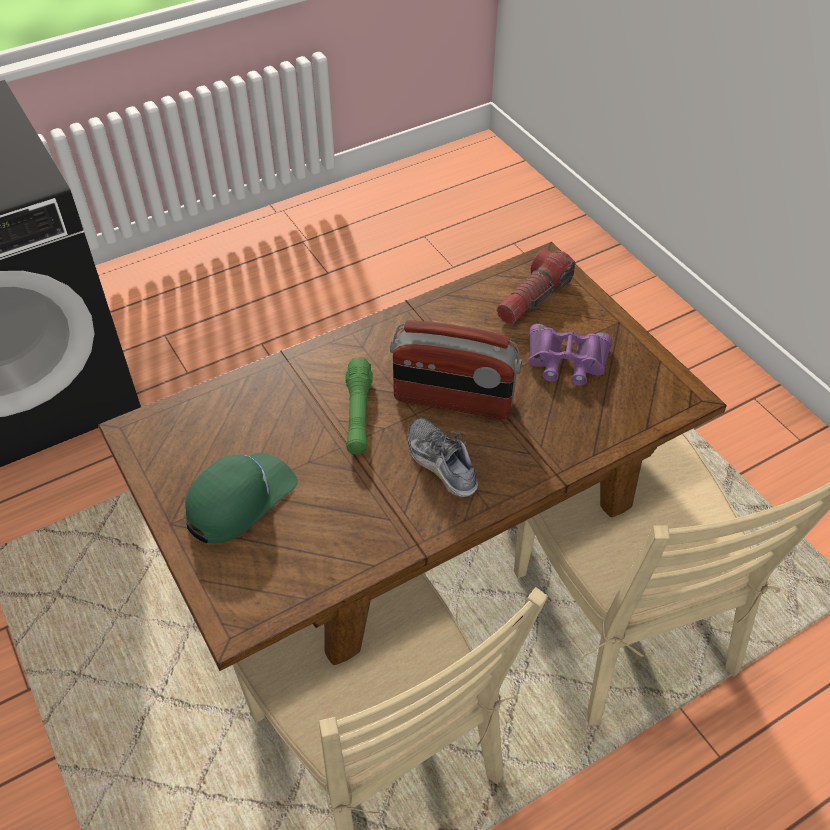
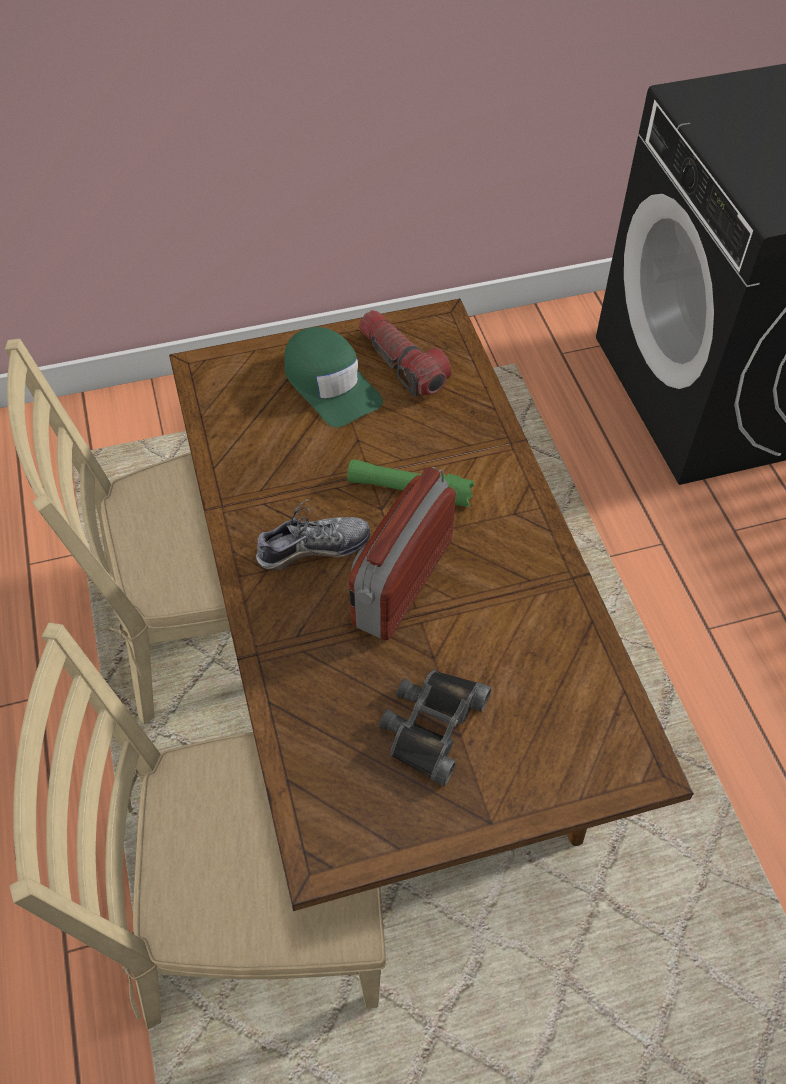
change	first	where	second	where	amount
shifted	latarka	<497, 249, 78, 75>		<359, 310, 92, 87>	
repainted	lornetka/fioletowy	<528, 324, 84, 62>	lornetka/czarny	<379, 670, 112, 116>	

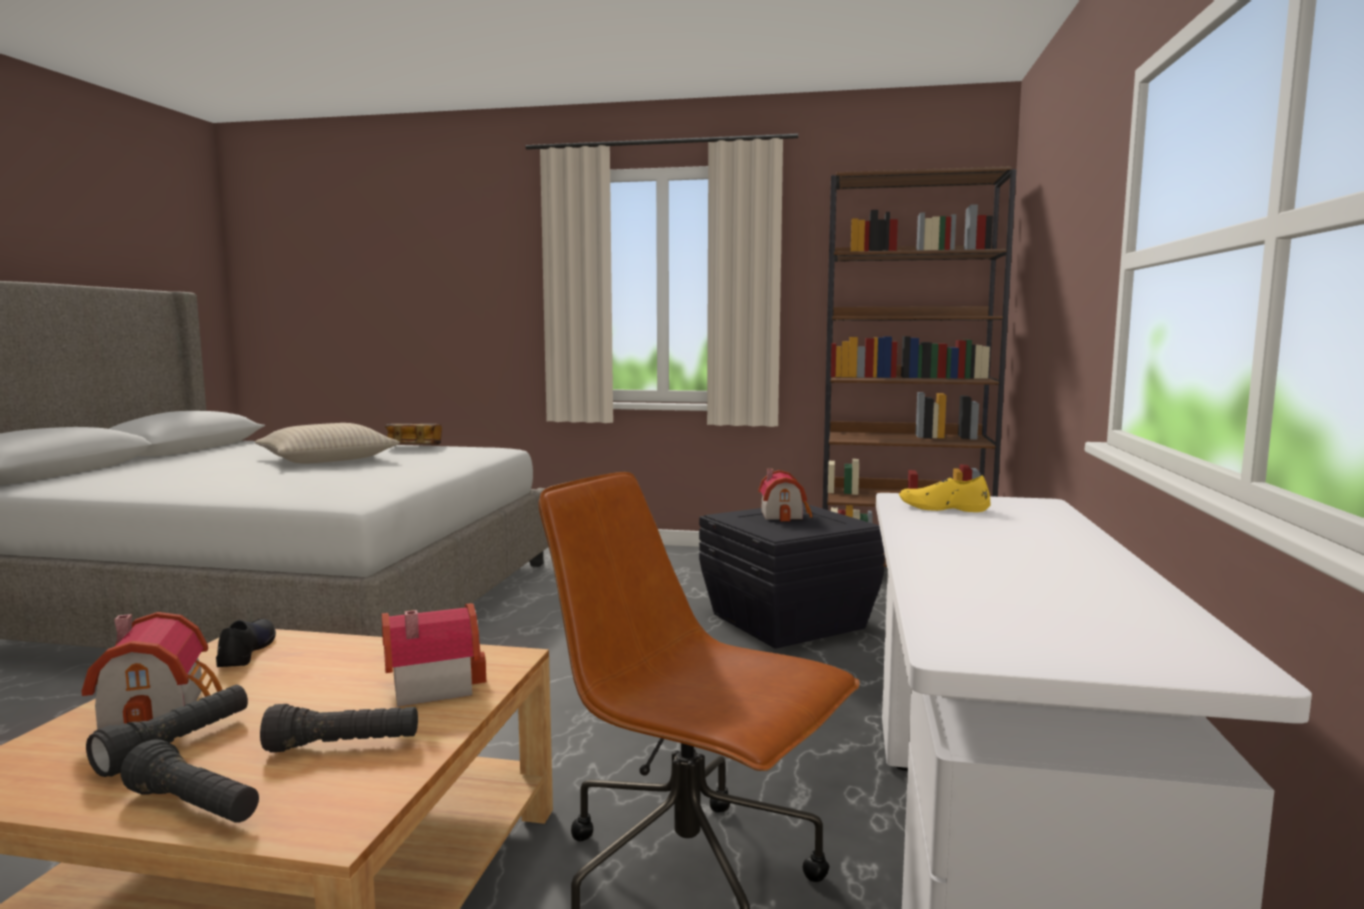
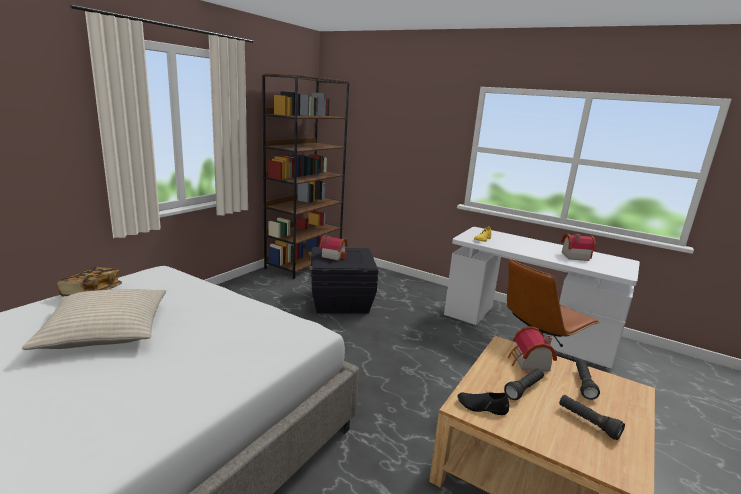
change	first	where	second	where	amount
shifted	domek	<82, 612, 140, 118>		<561, 234, 35, 27>	
shifted	latarka/czarny	<120, 739, 139, 84>		<504, 369, 40, 31>	

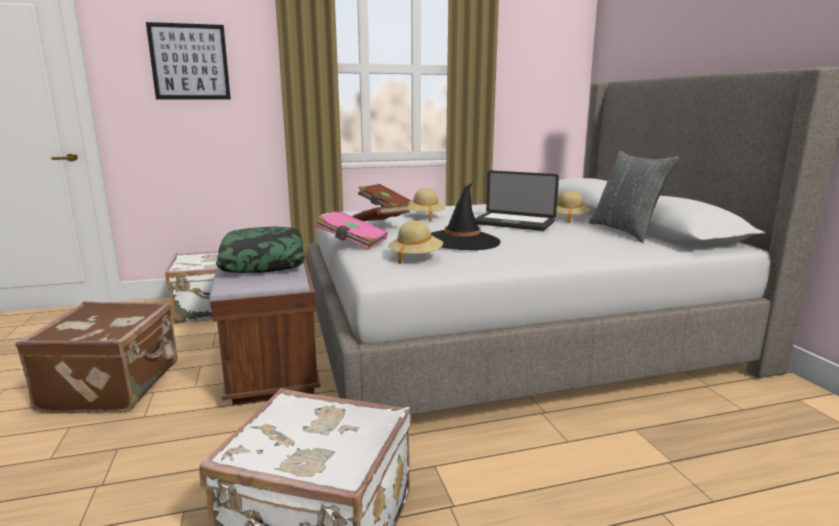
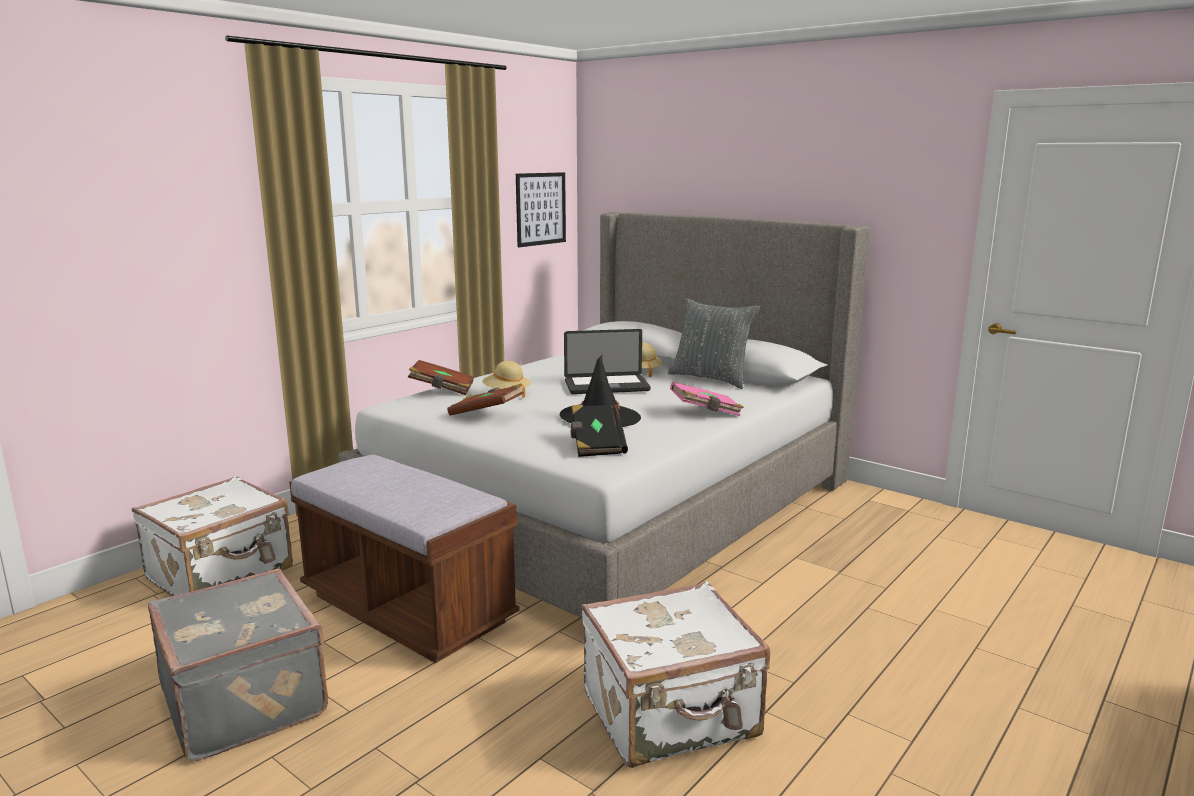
change	first	where	second	where	amount
gone	poduszka	<216, 227, 89, 46>			
shifted	obraz	<146, 22, 85, 78>		<516, 172, 50, 75>	
shifted	książka/różowy	<315, 211, 73, 39>		<670, 382, 74, 34>	
swapped	kapelusz/beżowy	<388, 221, 55, 44>	książka/czarny	<571, 405, 57, 52>	
repainted	walizka/brązowy	<15, 301, 163, 112>	walizka/szary	<148, 569, 180, 193>	

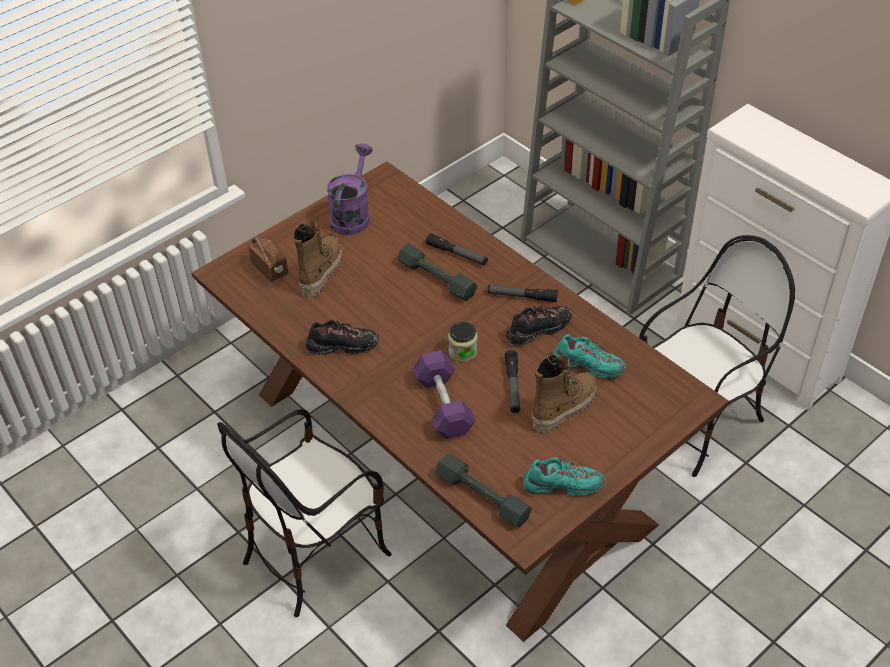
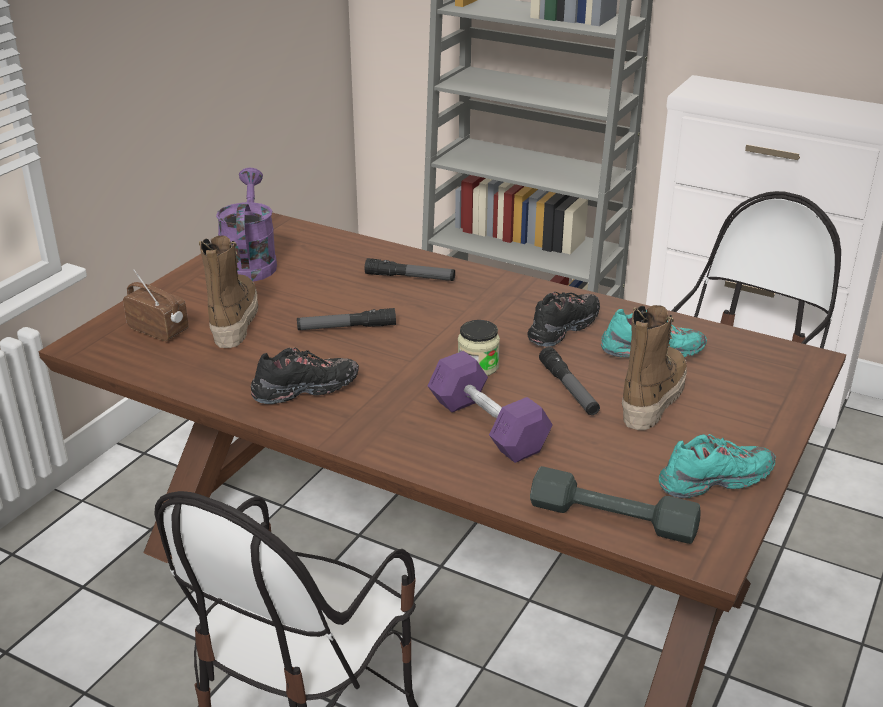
change	first	where	second	where	amount
gone	hantel/szary	<397, 243, 80, 58>			
shifted	latarka	<487, 285, 71, 17>		<297, 308, 99, 22>	

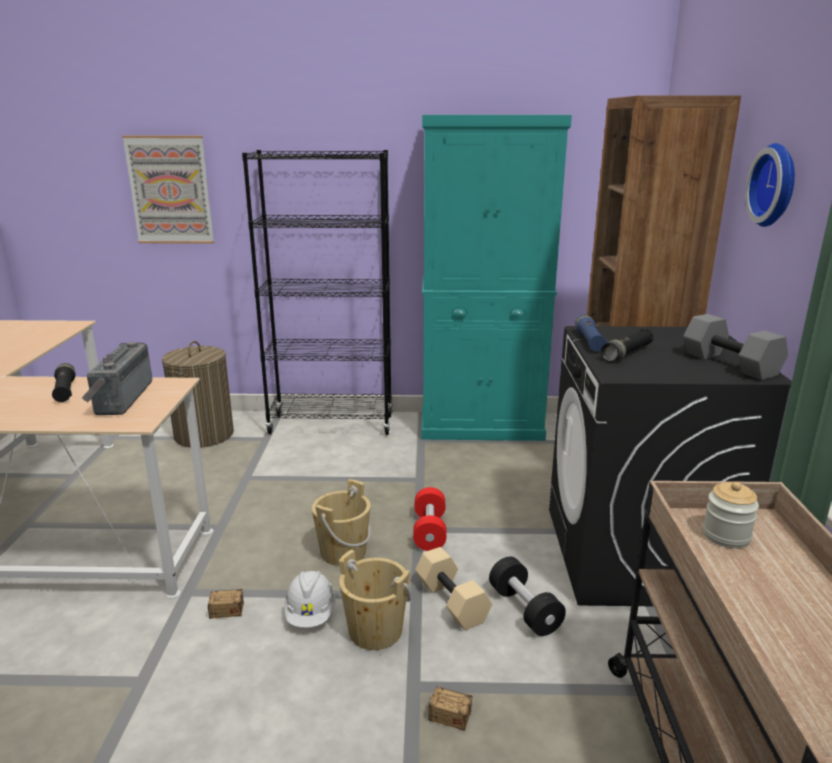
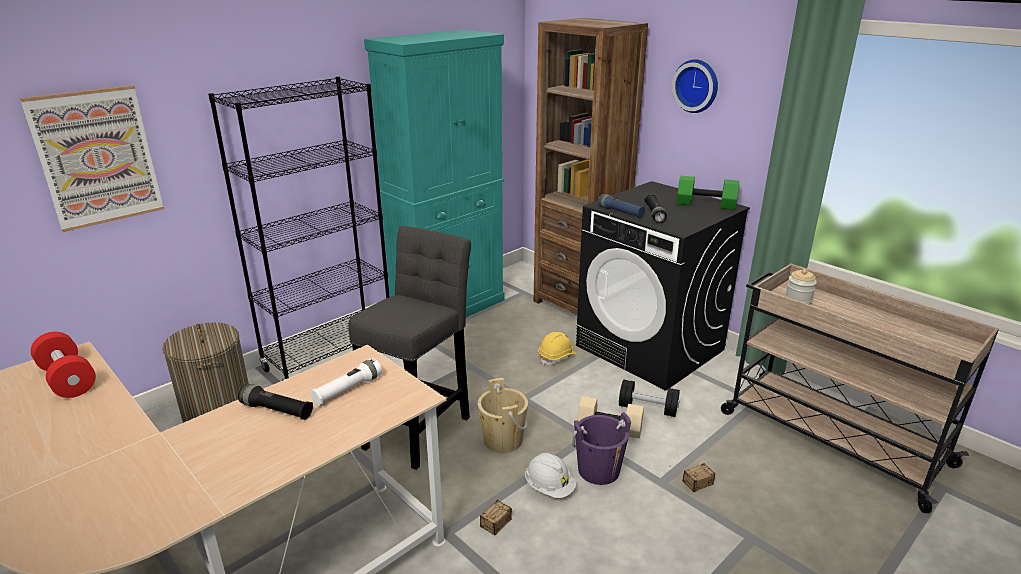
change	first	where	second	where	amount
new			stołek/szary	<348, 226, 123, 244>	
new			kask/żółty	<538, 332, 39, 34>	
shifted	hantel/czerwony	<413, 487, 34, 64>		<31, 332, 65, 66>	
swapped	radio	<82, 342, 70, 73>	latarka/biały	<310, 358, 72, 48>	
repainted	wiadro/beżowy	<339, 549, 72, 101>	wiadro/fioletowy	<572, 412, 59, 73>	
repainted	hantel/szary	<683, 314, 105, 66>	hantel/zielony	<677, 176, 62, 34>	

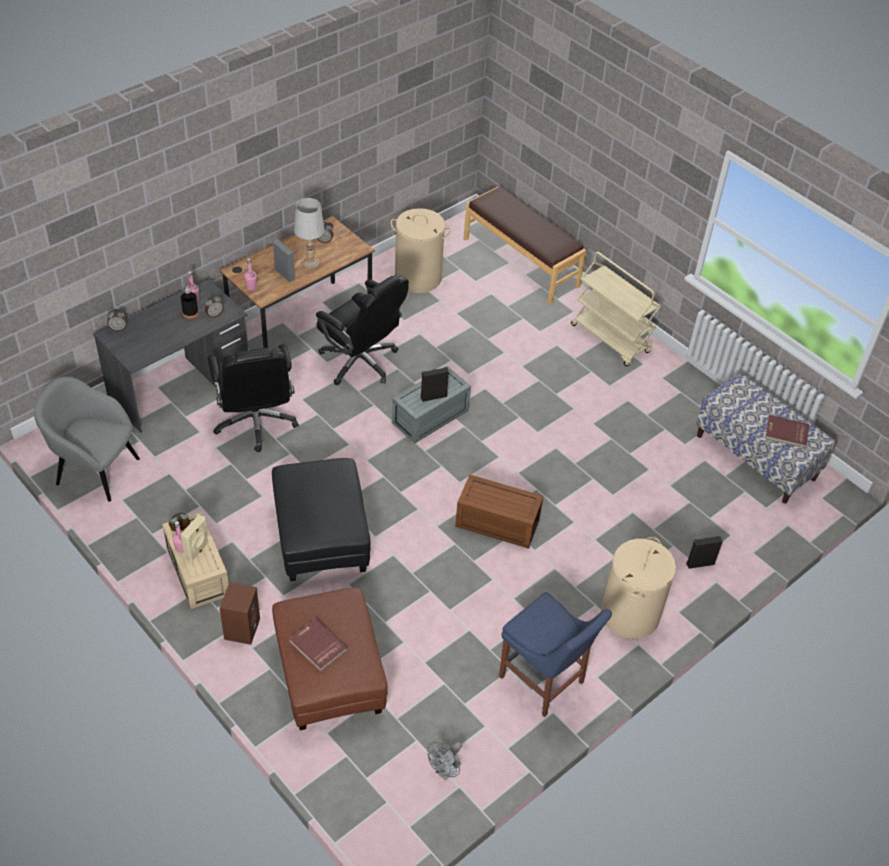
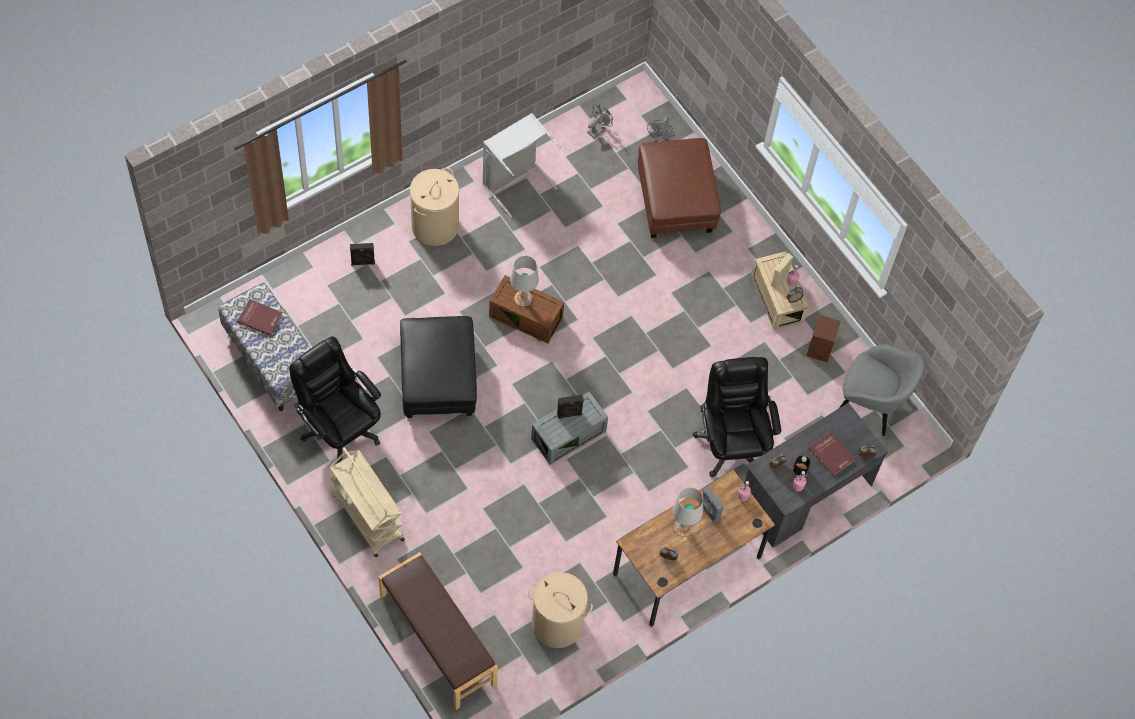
change	first	where	second	where	amount
new			lampa stołowa/biały	<510, 255, 29, 52>	
new			wentylator/szary	<647, 117, 28, 25>	
shifted	głośnik/brązowy	<220, 582, 40, 63>		<806, 315, 35, 47>	
shifted	pufa/czarny	<272, 458, 99, 123>		<400, 316, 77, 102>	
shifted	książka/czerwony	<289, 618, 59, 54>		<809, 432, 46, 44>	
shifted	krzesło biurowe/czarny	<316, 274, 93, 111>		<289, 336, 92, 128>	
swapped	krzesło/niebieski	<499, 592, 113, 125>	kosz na pranie/szary	<483, 113, 78, 105>	

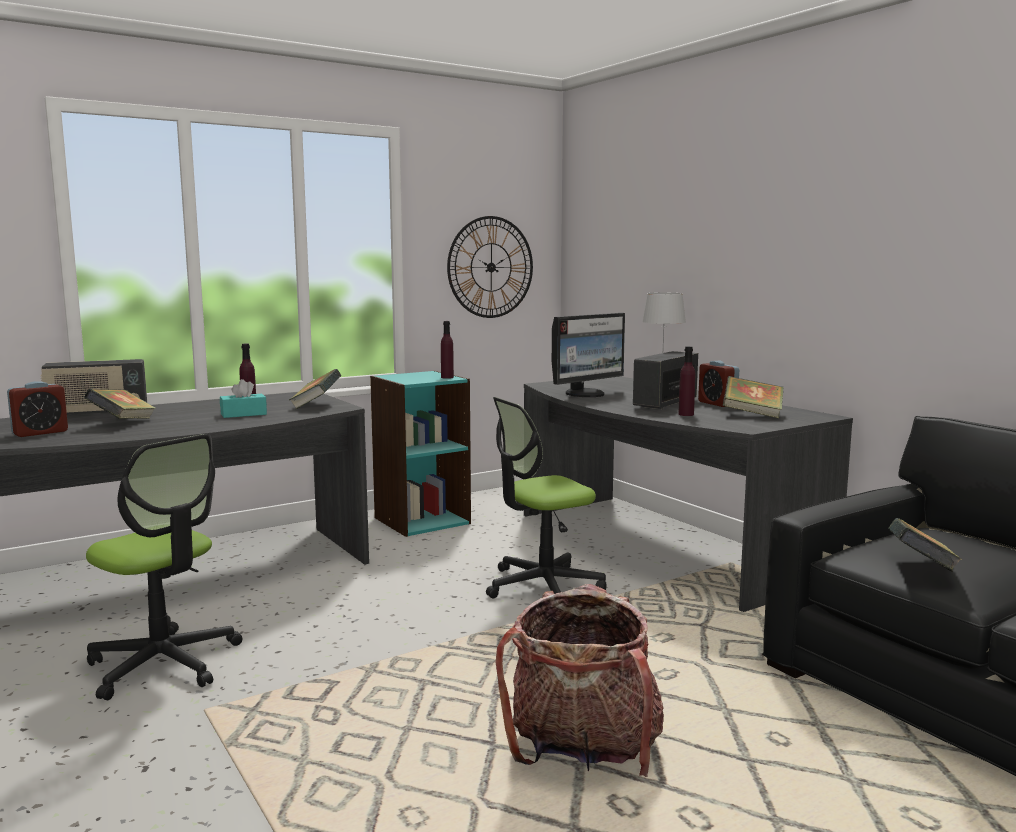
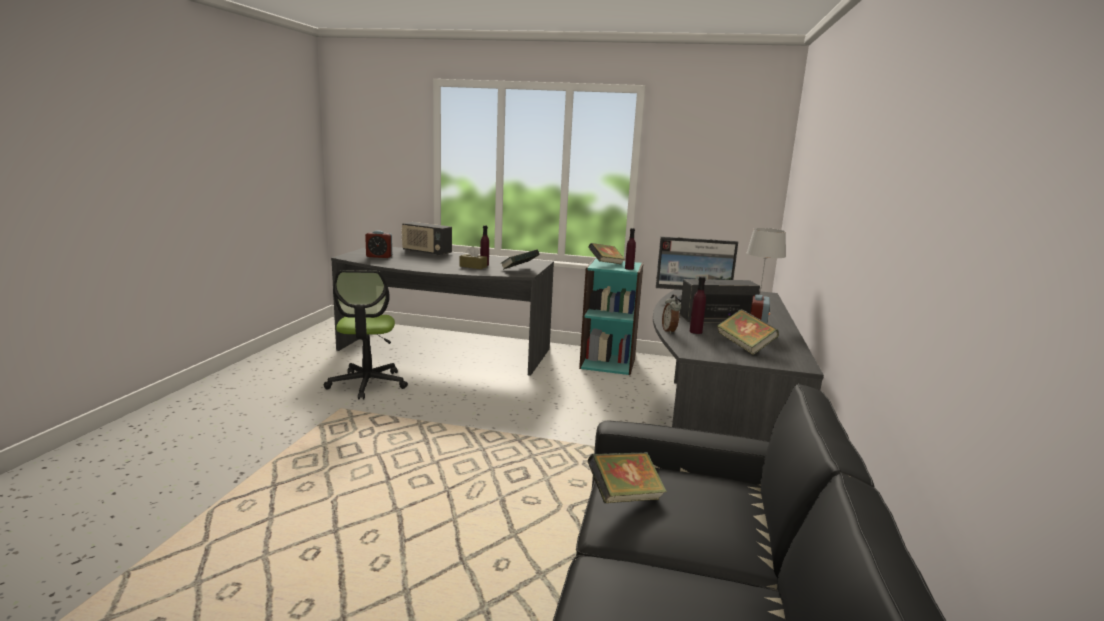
change	first	where	second	where	amount
gone	zegar ścienny	<447, 216, 86, 102>			
gone	krzesło biurowe	<486, 397, 121, 201>			
gone	plecak	<496, 584, 168, 193>			
new			budzik	<662, 295, 19, 39>	
shifted	książka	<84, 389, 72, 30>		<588, 243, 37, 22>	
repainted	pudełko chusteczek/turkusowy	<220, 379, 47, 39>	pudełko chusteczek/brązowy	<459, 246, 28, 23>	

